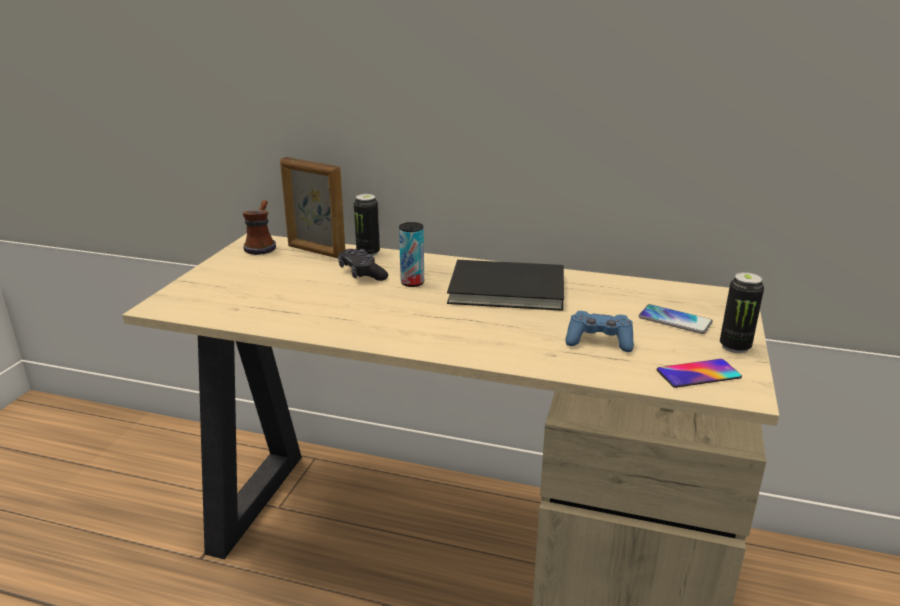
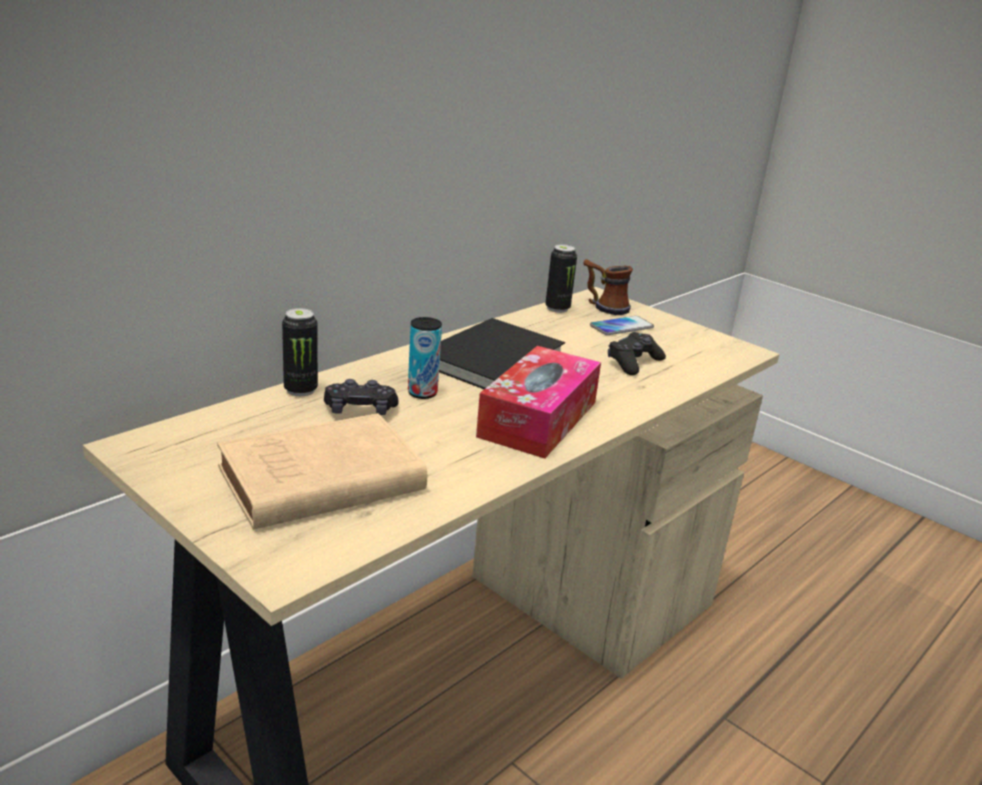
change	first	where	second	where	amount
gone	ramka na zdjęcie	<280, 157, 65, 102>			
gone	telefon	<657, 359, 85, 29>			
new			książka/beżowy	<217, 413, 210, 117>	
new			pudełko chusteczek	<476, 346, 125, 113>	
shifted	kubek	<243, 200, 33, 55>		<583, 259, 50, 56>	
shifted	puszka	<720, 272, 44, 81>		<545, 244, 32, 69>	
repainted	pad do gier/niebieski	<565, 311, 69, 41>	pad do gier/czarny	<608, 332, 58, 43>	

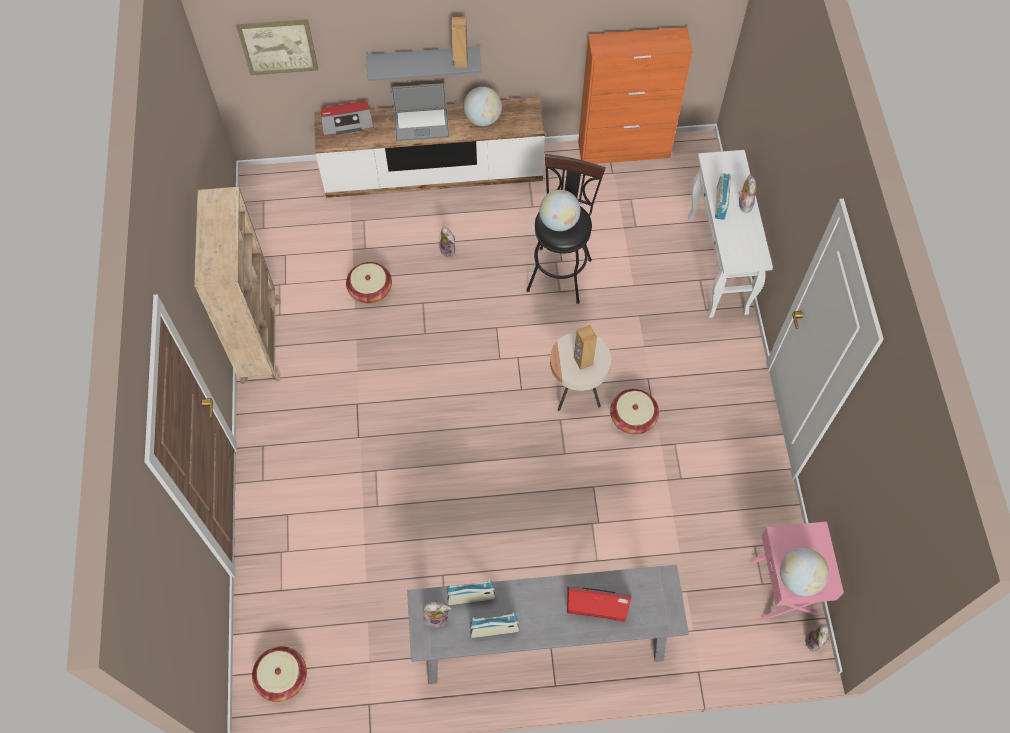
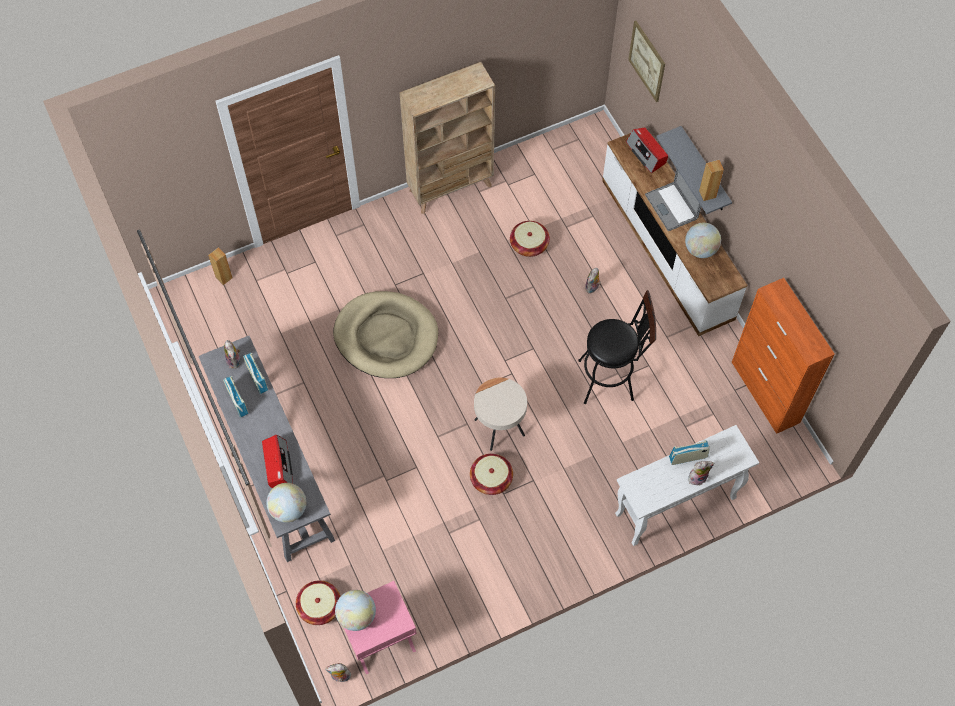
change	first	where	second	where	amount
new			legowisko/beżowy	<333, 291, 105, 87>	
shifted	koszyk	<252, 646, 55, 56>		<296, 580, 45, 45>	
shifted	globus	<539, 190, 42, 41>		<266, 483, 40, 40>	
shifted	głośnik/brązowy	<574, 325, 23, 45>		<208, 248, 25, 37>	

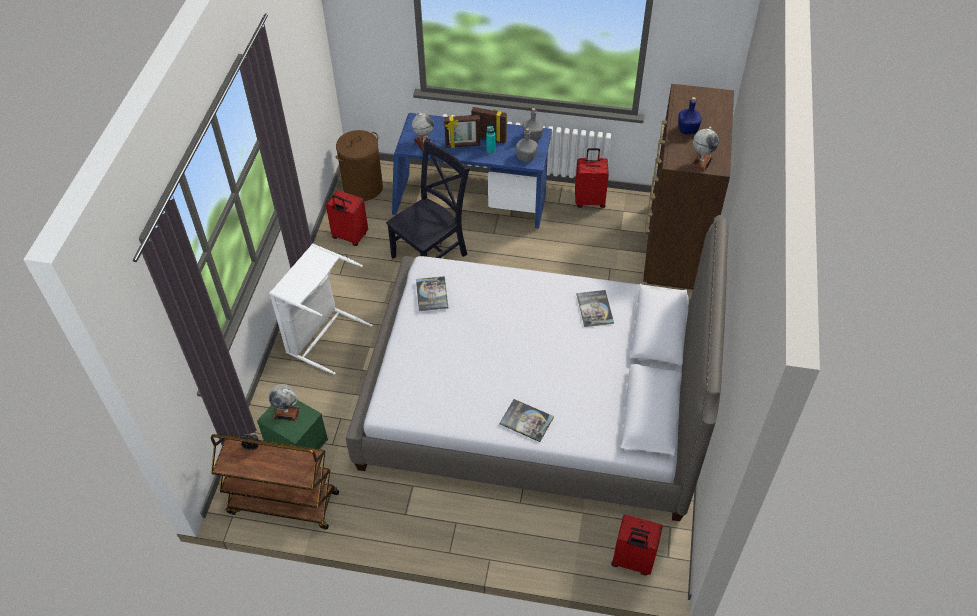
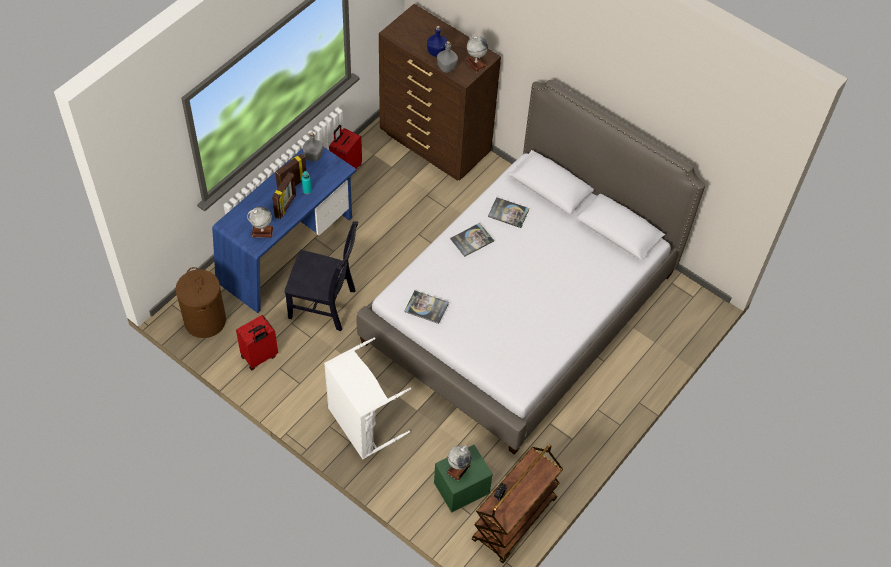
change	first	where	second	where	amount
gone	walizka/czerwony	<611, 515, 52, 60>			
shifted	książka	<500, 399, 54, 43>		<450, 223, 44, 34>	
shifted	butelka/szary	<516, 128, 22, 34>		<437, 41, 21, 32>	
rotated	krzesło/czarny	<386, 138, 84, 121>		<284, 221, 74, 111>	120 degrees clockwise

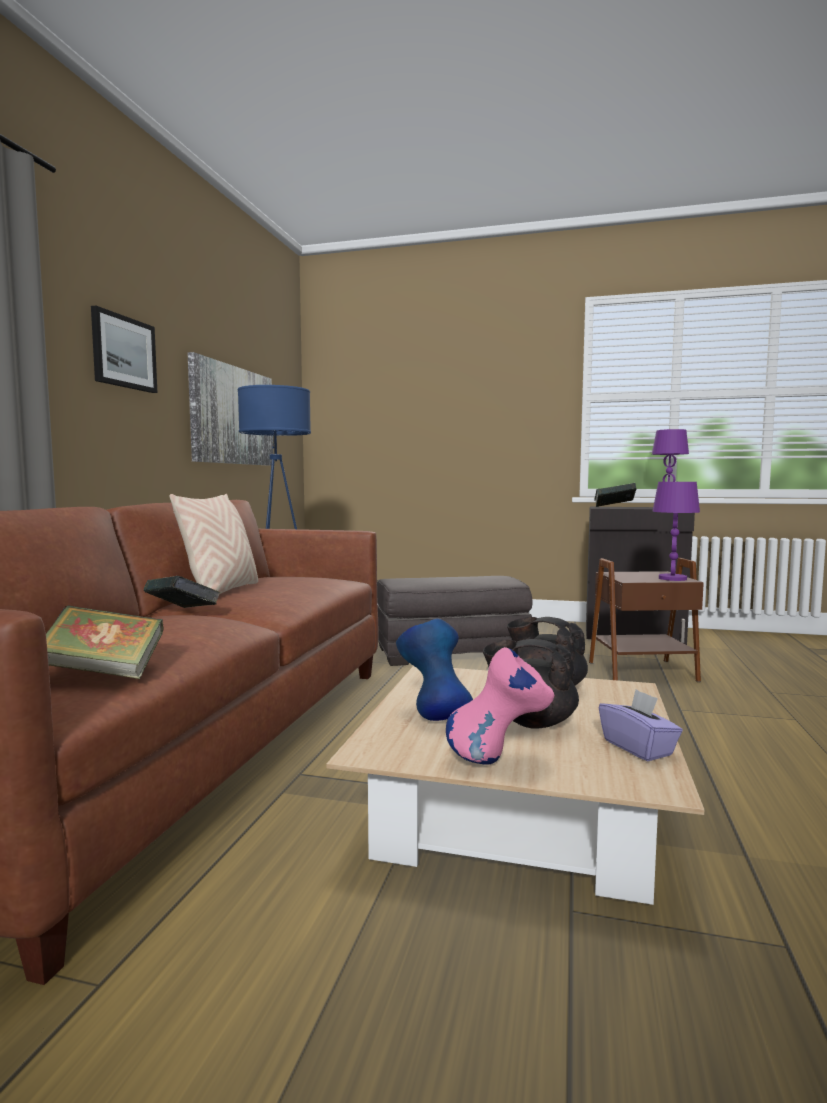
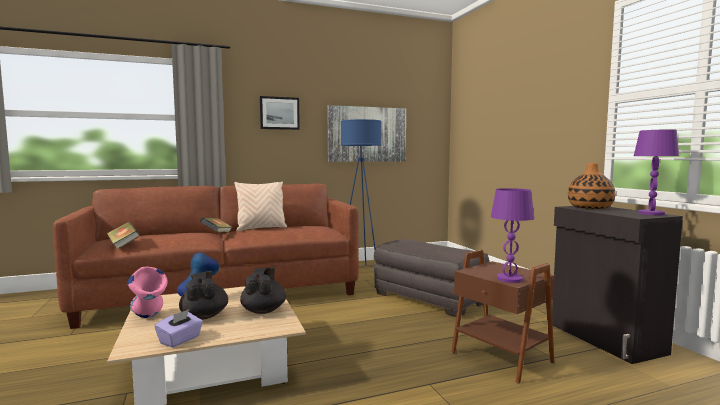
change	first	where	second	where	amount
swapped	książka	<594, 483, 43, 24>	wazon	<568, 163, 47, 46>	

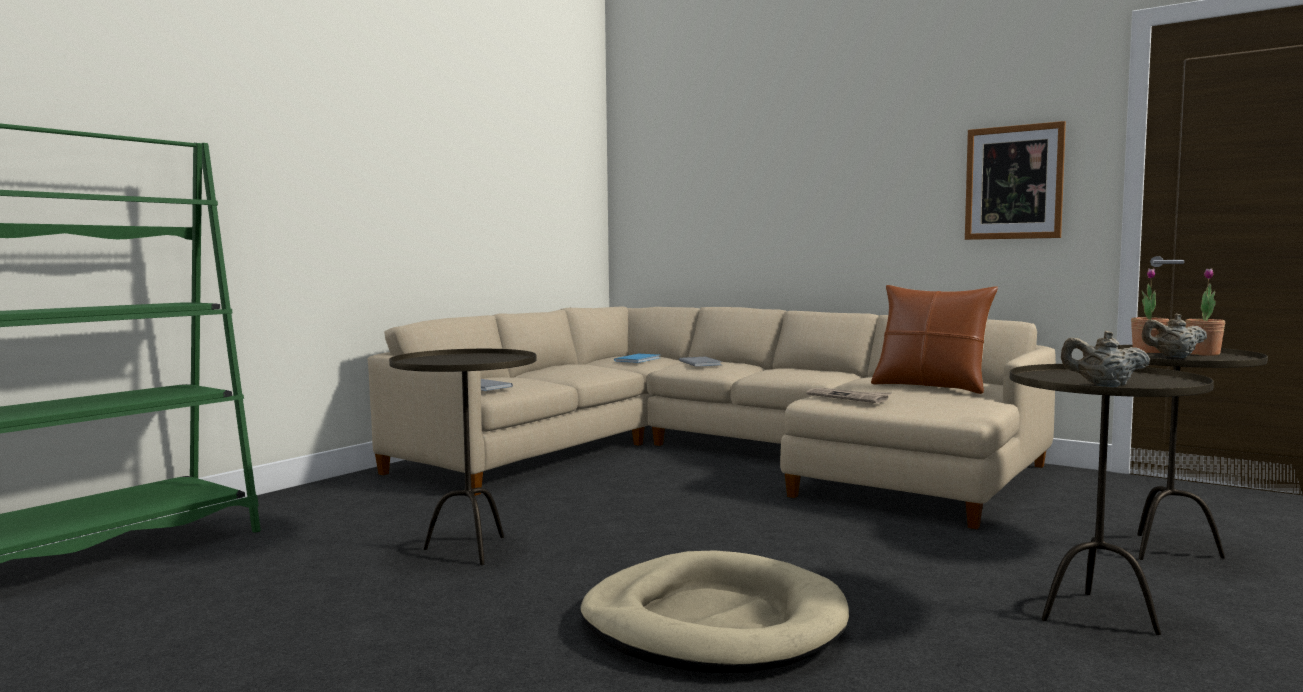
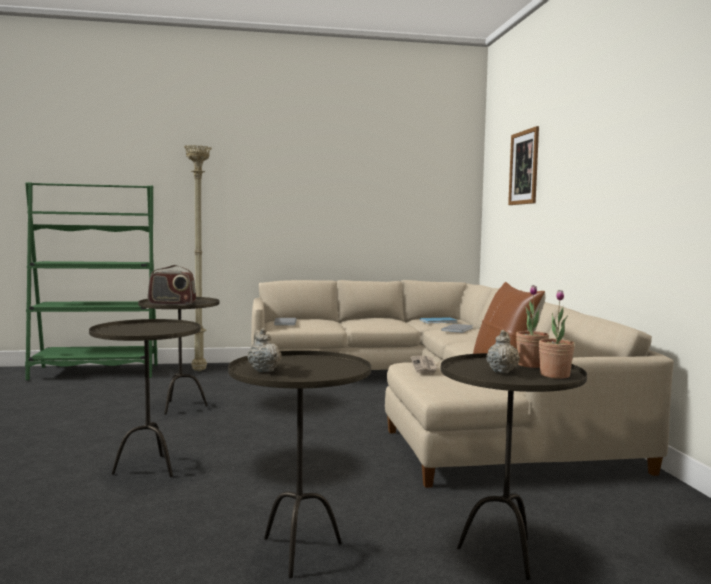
change	first	where	second	where	amount
new			radio	<148, 265, 48, 40>	
new			lampa stojąca/beżowy	<184, 145, 28, 227>	
shifted	obraz	<965, 121, 101, 119>		<508, 126, 31, 79>	
swapped	legowisko/beżowy	<580, 550, 269, 123>	stolik/brązowy	<89, 319, 112, 158>	
rotated	imbryk/beżowy	<1142, 314, 65, 44>		<486, 330, 34, 44>	60 degrees clockwise

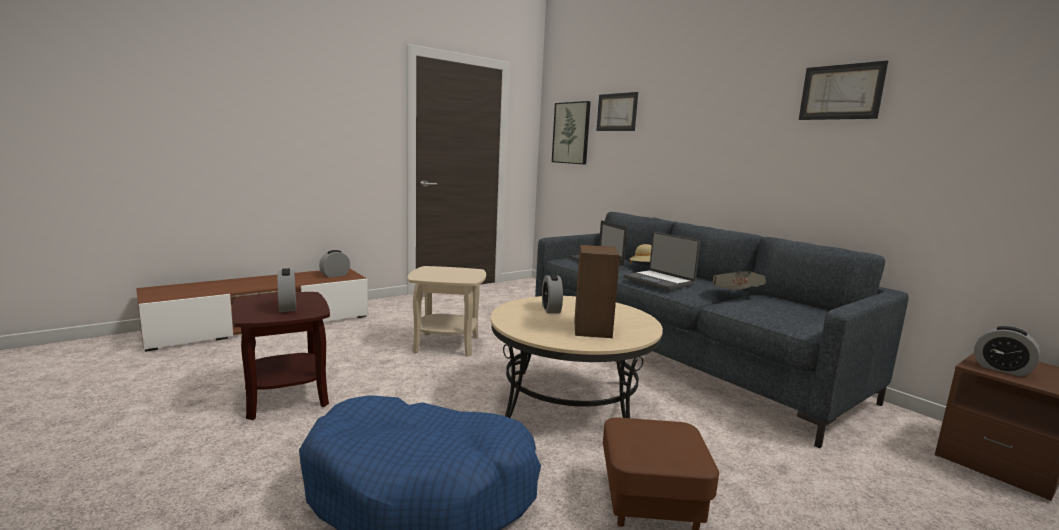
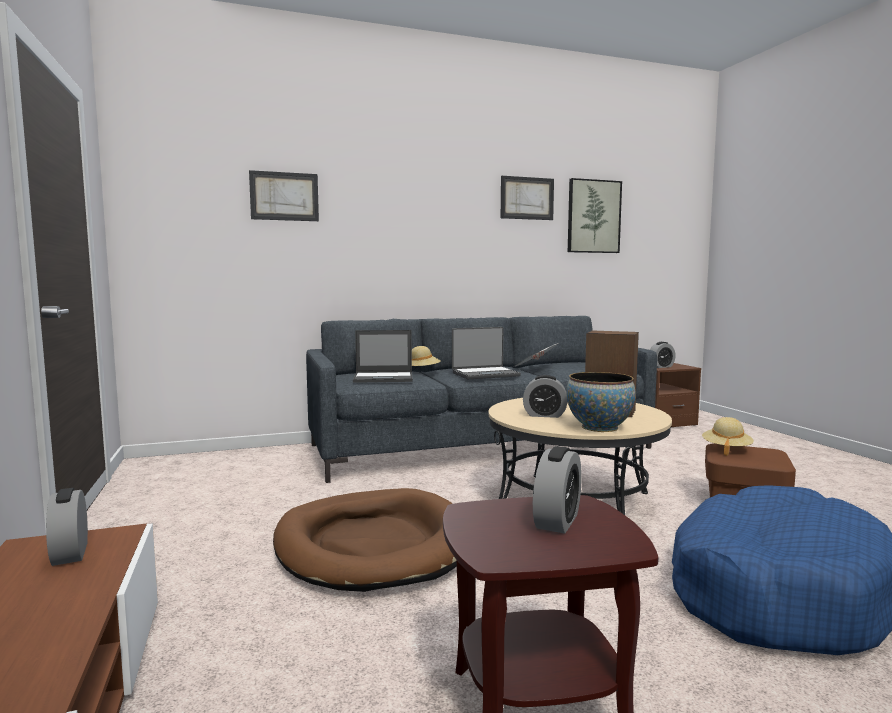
change	first	where	second	where	amount
new			miska	<566, 372, 70, 60>	
new			kapelusz/beżowy	<702, 417, 52, 39>	
shifted	obraz	<552, 101, 39, 64>		<568, 178, 54, 75>	
swapped	stolik/beżowy	<407, 266, 79, 91>	legowisko/brązowy	<273, 488, 184, 104>	
rotated	budzik	<277, 268, 19, 44>		<533, 446, 49, 88>	60 degrees counterclockwise

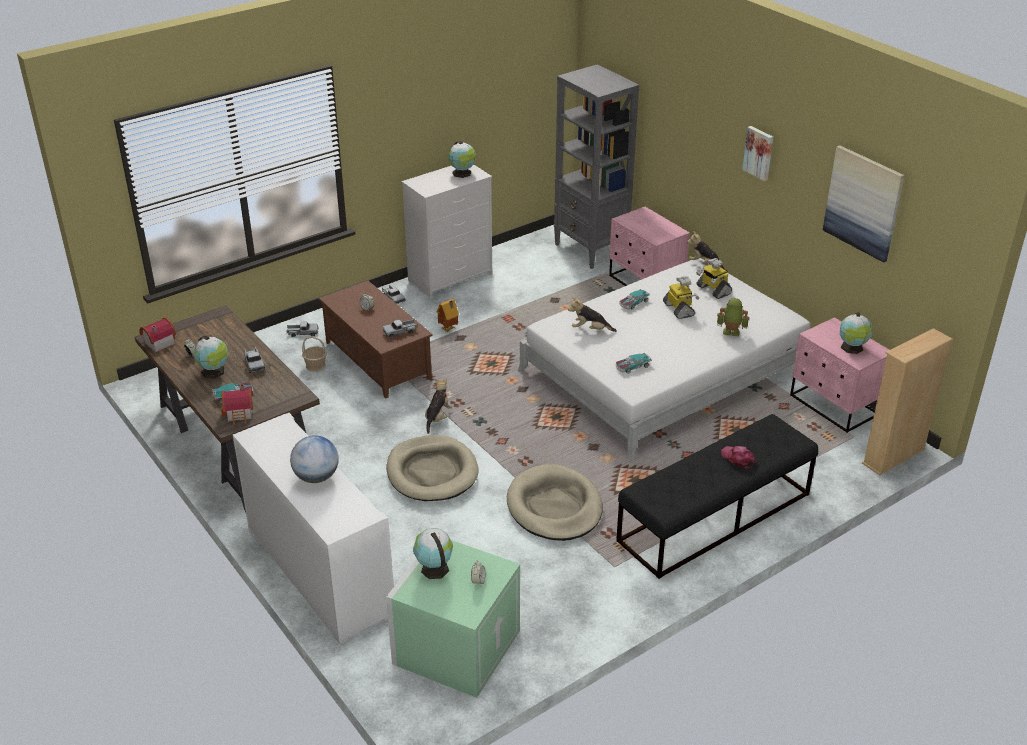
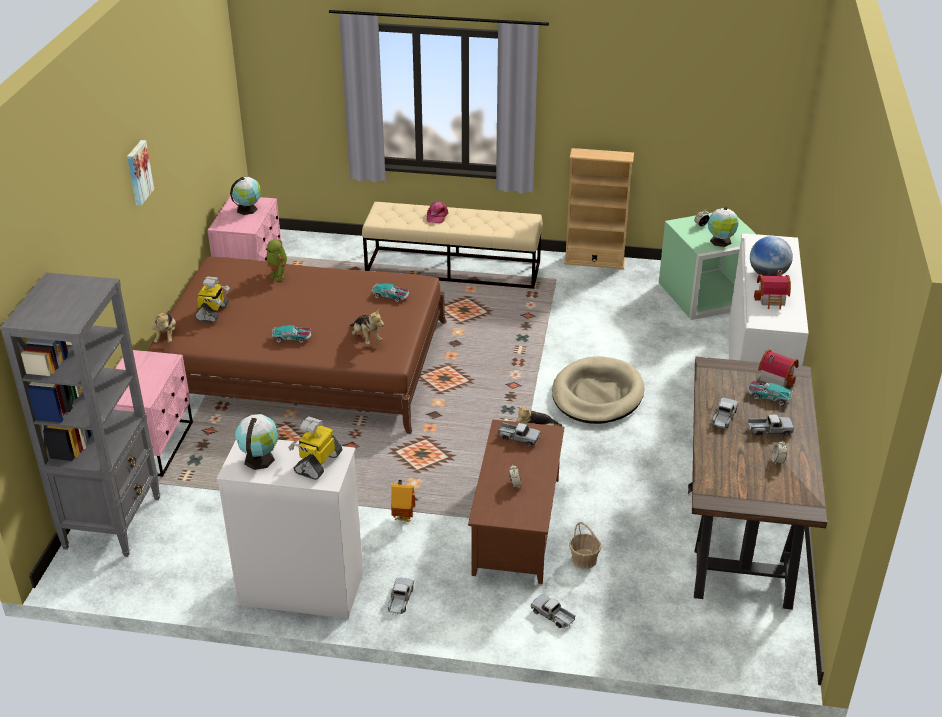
change	first	where	second	where	amount
gone	legowisko/beżowy	<507, 464, 95, 77>			
gone	obraz	<823, 145, 81, 118>			
shifted	domek	<140, 317, 36, 35>		<754, 270, 37, 39>	
shifted	robot zabawkowy	<663, 276, 36, 43>		<288, 417, 54, 63>	
shifted	regał/beżowy	<862, 328, 91, 147>		<564, 148, 70, 121>	
swapped	globus	<194, 336, 34, 42>	ciężarówka zabawkowa	<748, 414, 46, 22>	
repainted	łóżko/biały	<518, 258, 292, 203>	łóżko/brązowy	<148, 257, 299, 177>	
repainted	ławka/czarny	<616, 414, 202, 165>	ławka/beżowy	<362, 202, 181, 87>	

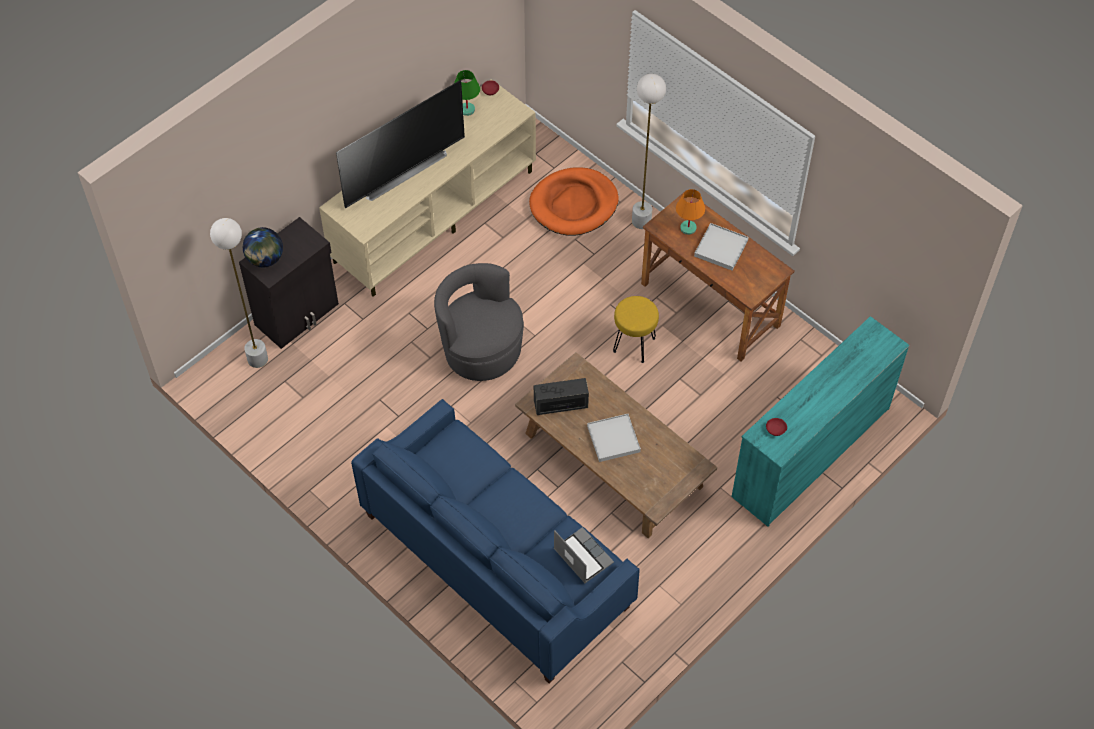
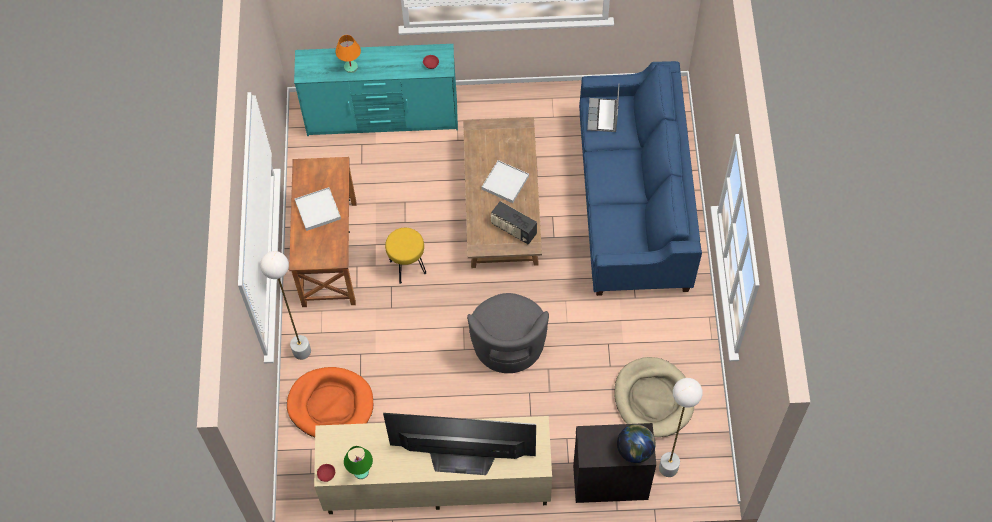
change	first	where	second	where	amount
new			legowisko/beżowy	<614, 357, 80, 80>	
shifted	lampa stołowa/pomarańczowy	<676, 189, 29, 46>		<335, 35, 26, 38>	

